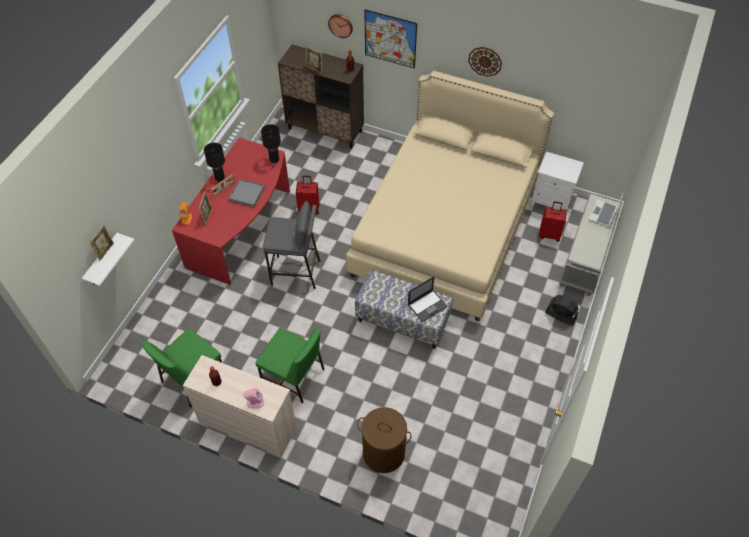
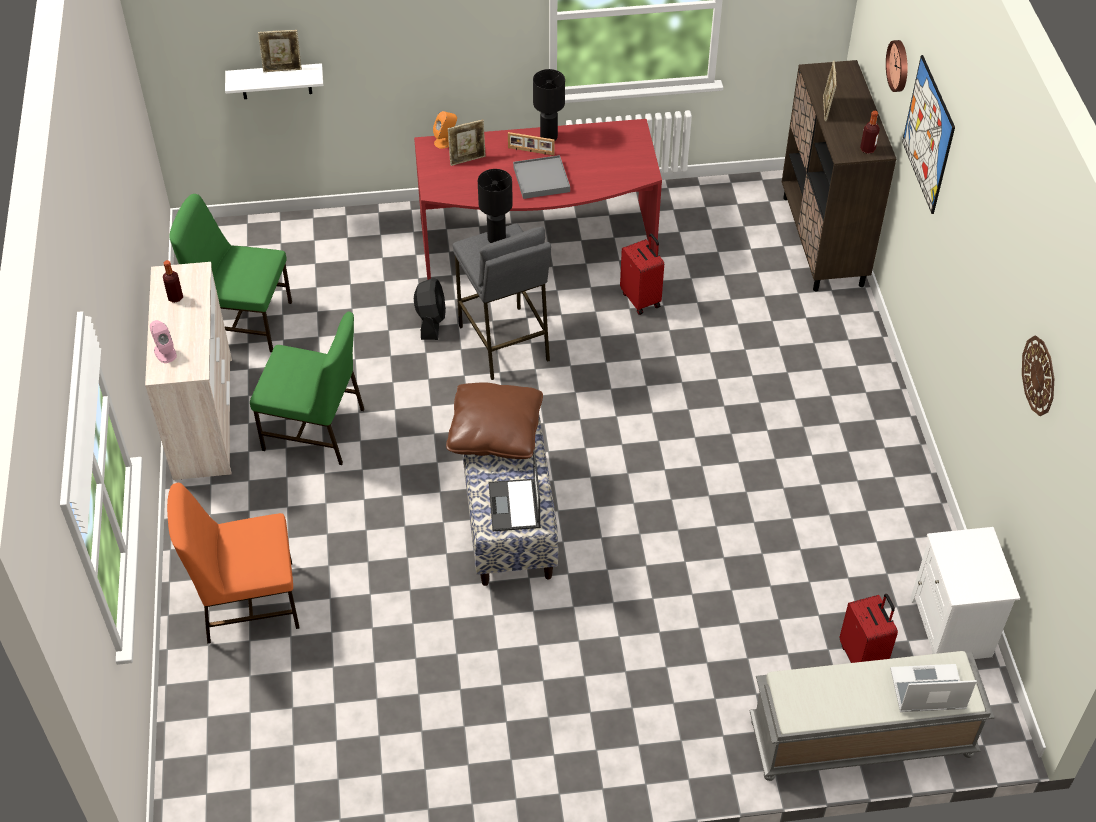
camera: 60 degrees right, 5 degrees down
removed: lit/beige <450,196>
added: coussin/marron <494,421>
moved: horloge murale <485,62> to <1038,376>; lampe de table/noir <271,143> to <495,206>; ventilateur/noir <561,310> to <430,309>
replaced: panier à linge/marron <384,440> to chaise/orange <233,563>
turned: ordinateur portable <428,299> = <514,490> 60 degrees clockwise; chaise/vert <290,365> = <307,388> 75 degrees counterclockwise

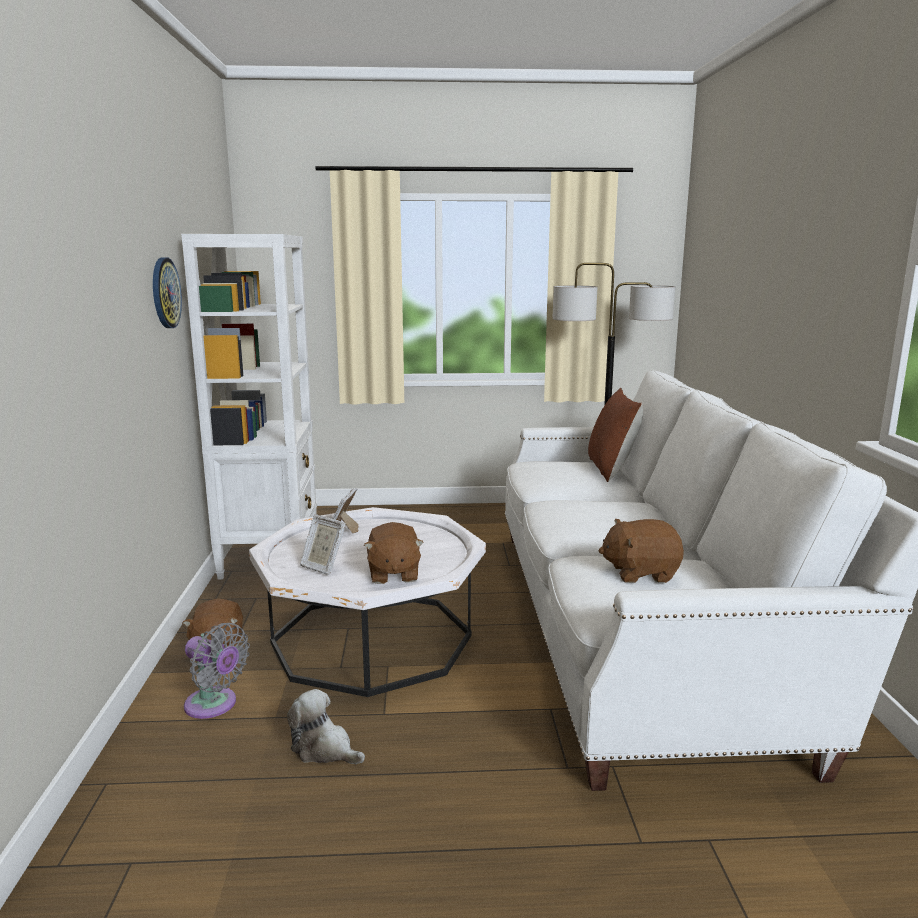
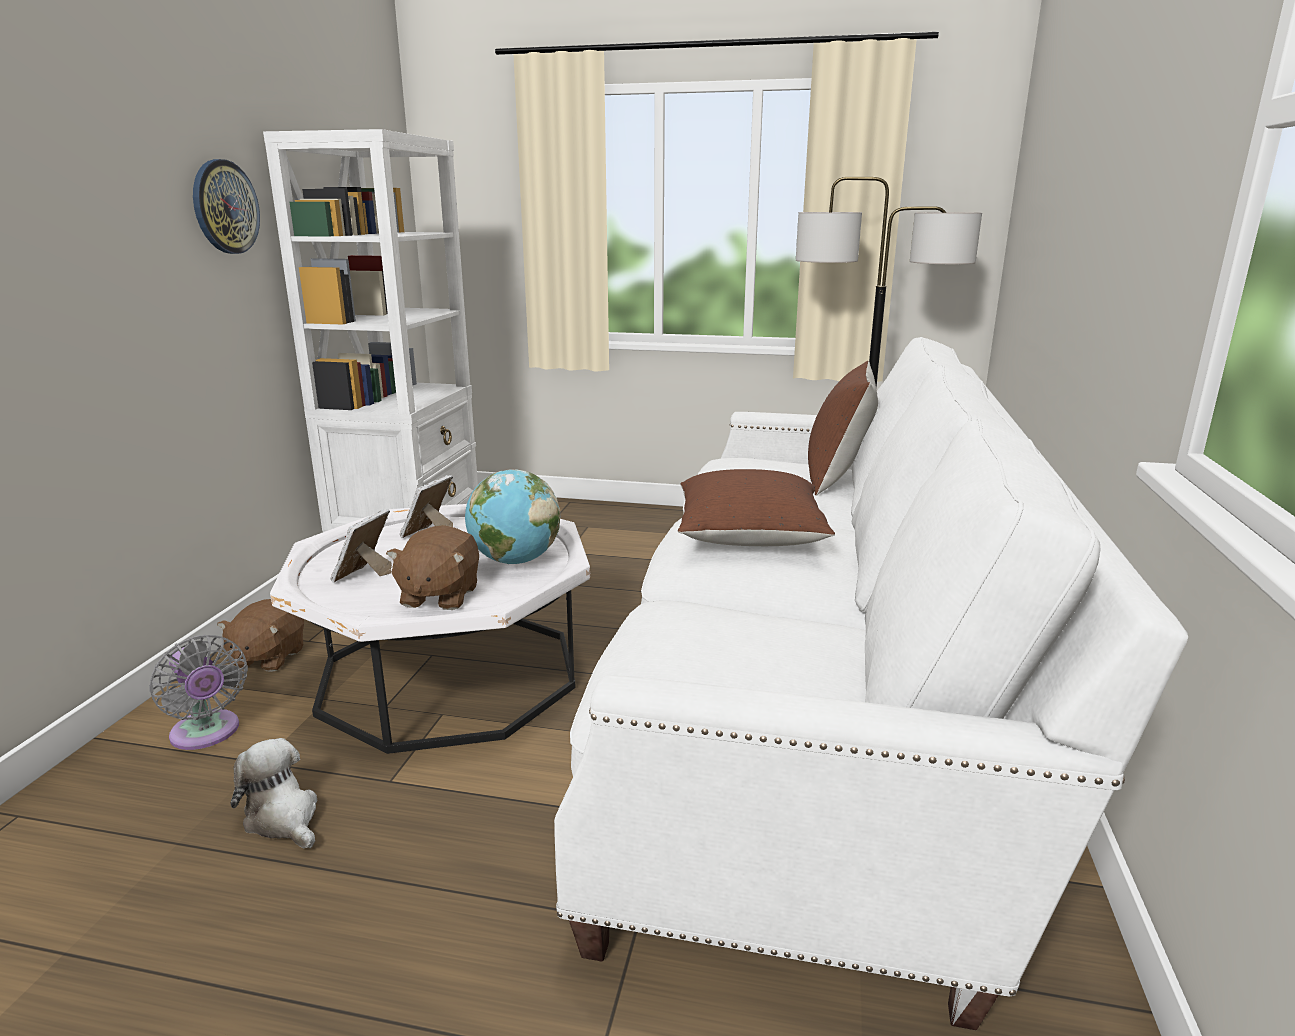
camera: 15 degrees right, 5 degrees up
removed: peluche/marron <641,551>
added: globe <512,516>; coussin/marron <756,507>
turned: cadre photo <323,544> = <361,546> 60 degrees clockwise

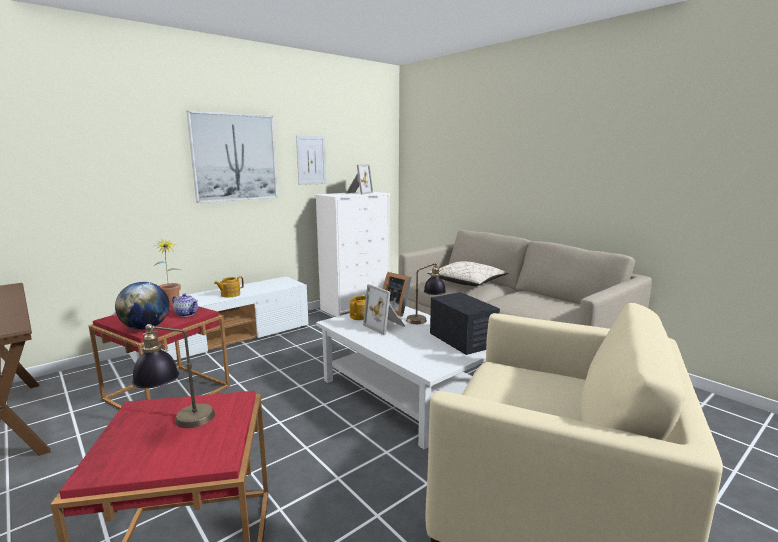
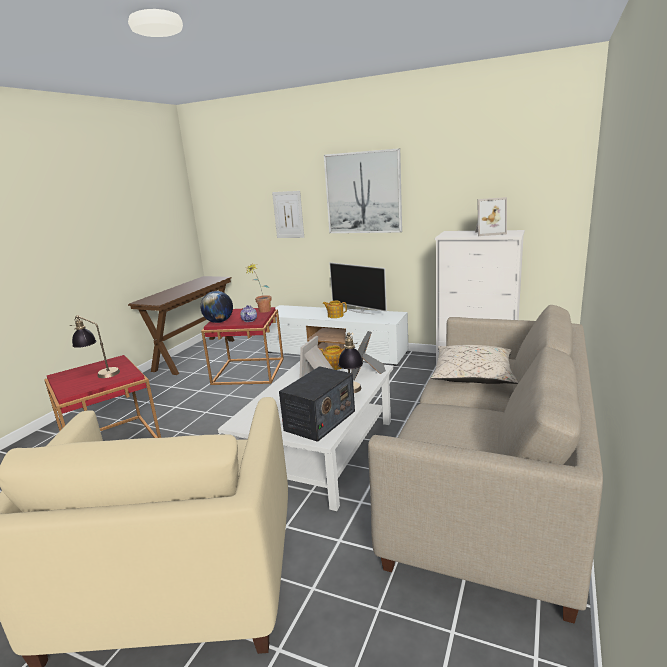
camera: 65 degrees right, 5 degrees up
added: téléviseur <358,288>
moved: tableau <311,160> to <288,214>

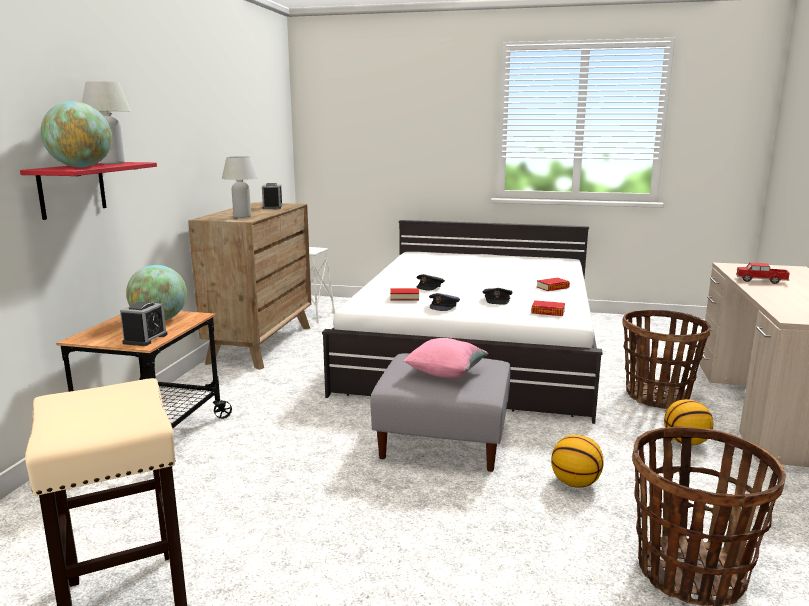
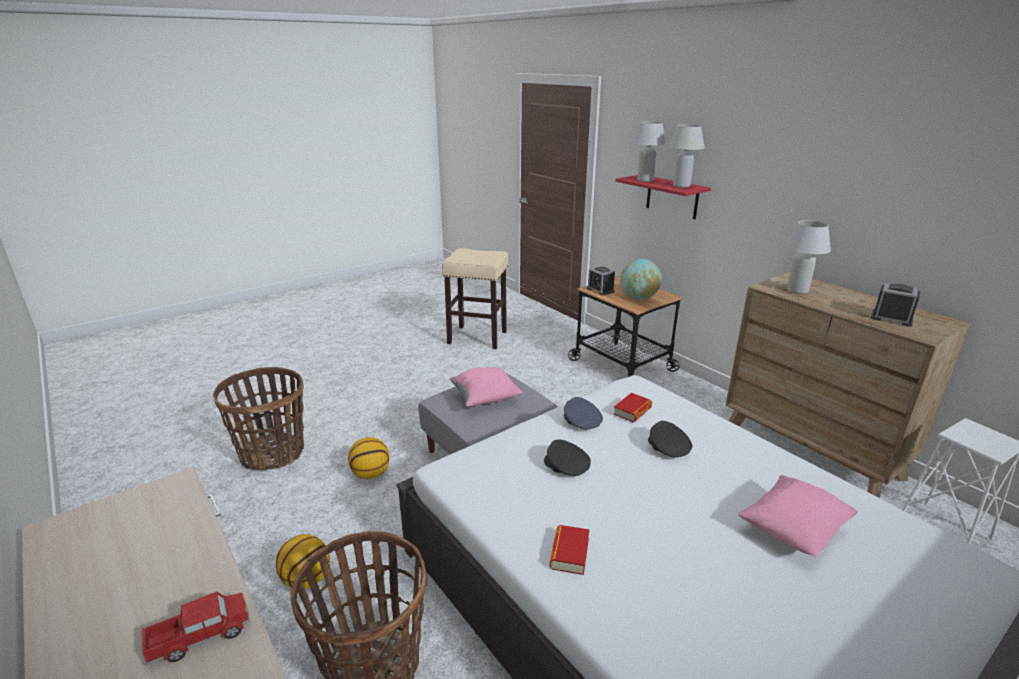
camera: 130 degrees right, 10 degrees up
removed: livre <548,308>
added: coussin/rose <797,516>
replaced: globe <76,134> to lampe de table/blanc <649,151>

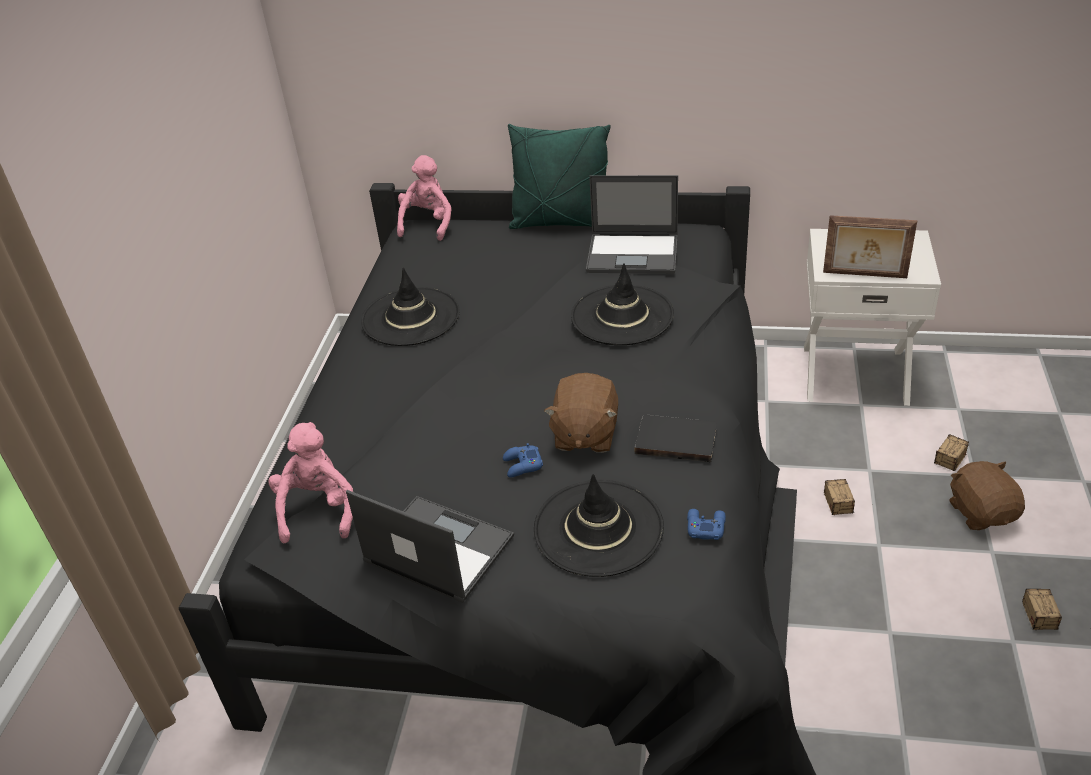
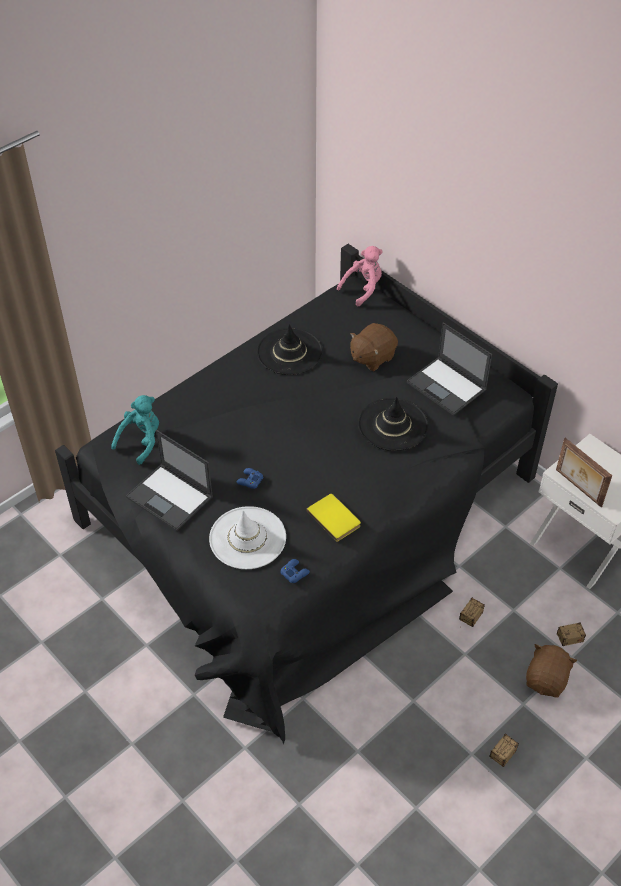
camera: 35 degrees right, 10 degrees up
removed: coussin/vert <559,176>
moved: peluche/marron <581,413> to <374,347>
recoloured: livre/noir <676,438> to livre/jaune <333,518>; peluche/rose <310,482> to peluche/turquoise <135,430>; chapeau/noir <599,525> to chapeau/blanc <247,537>
turned: ordinateur portable <430,546> = <169,480> 150 degrees clockwise

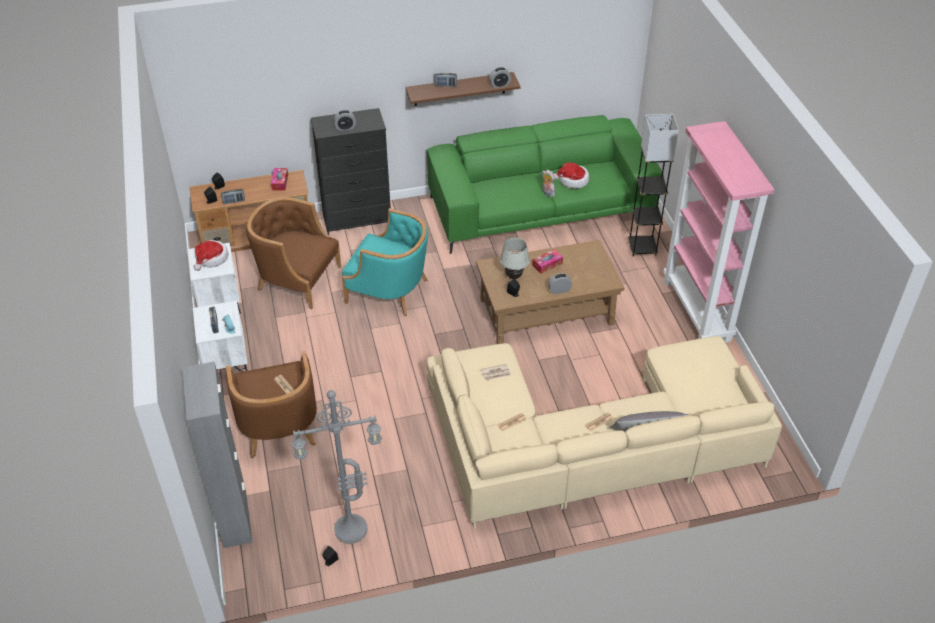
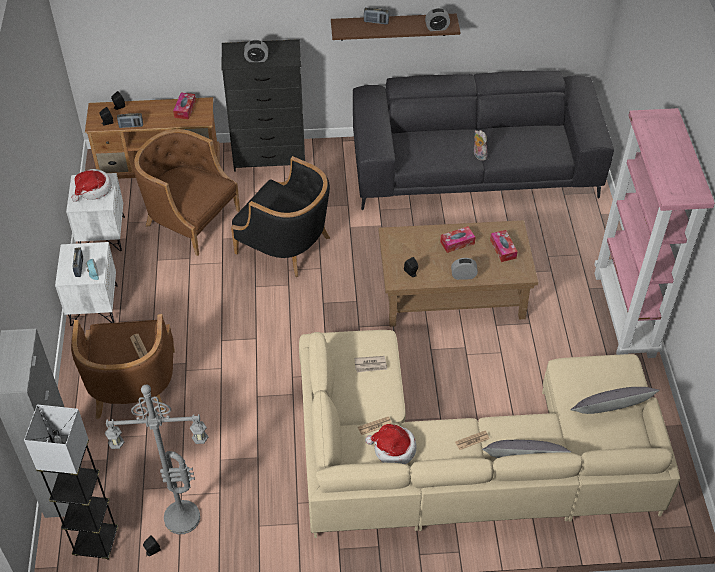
camera: 10 degrees right, 5 degrees up
removed: lampe de table/blanc <515,258>
added: boîte à mouchoirs <504,246>; coussin/gris <615,400>
moved: lampadaire/gris <653,185> to <71,482>; chapeau <571,175> to <391,444>
recoloured: canapé/vert <545,184> to canapé/gris <483,140>; fauteuil/turquoise <385,262> to fauteuil/noir <280,216>

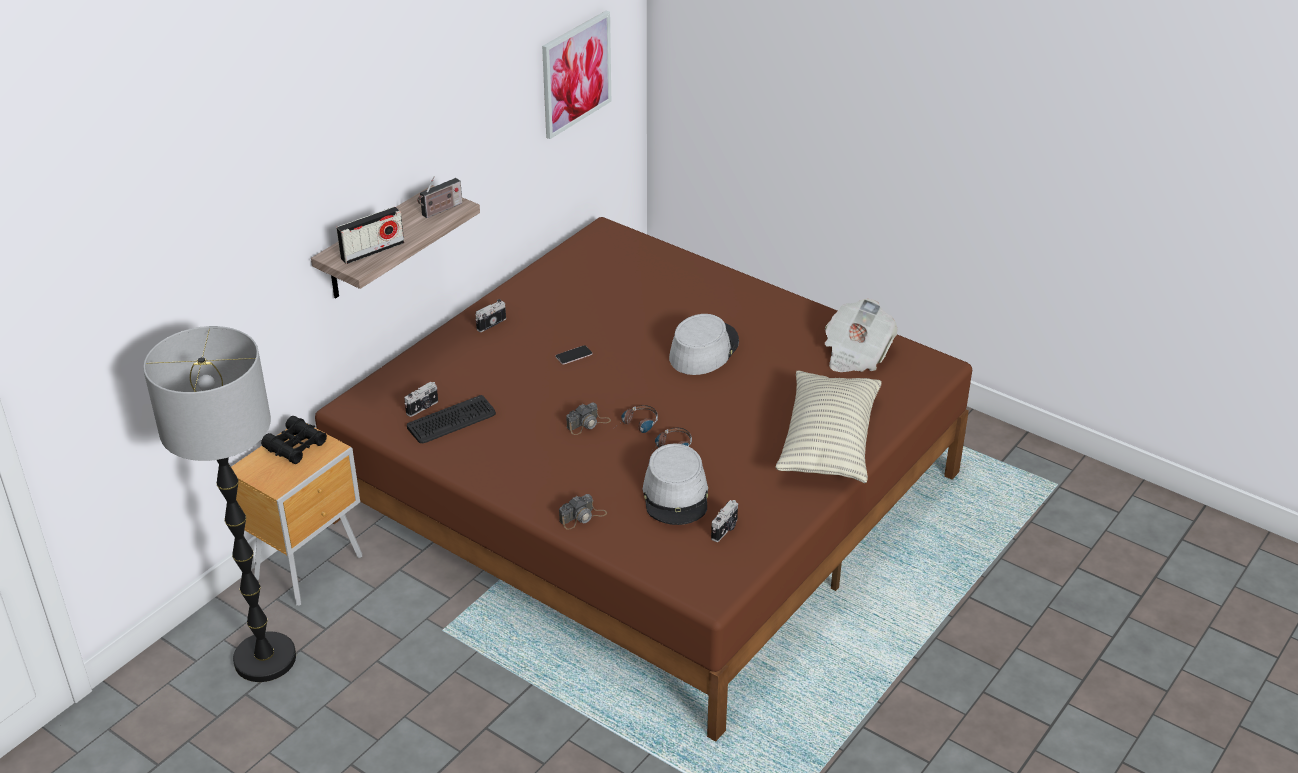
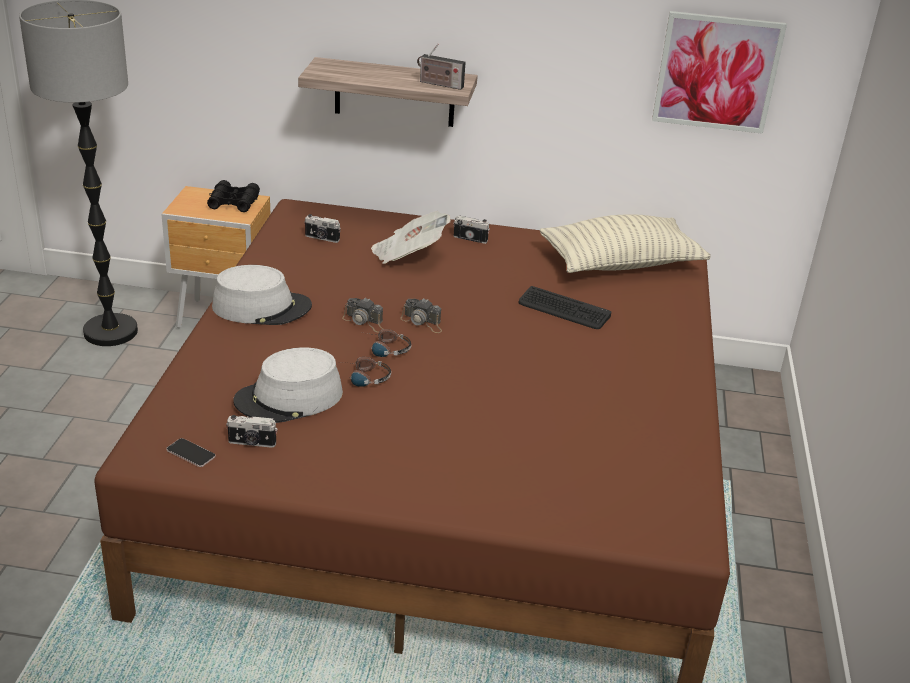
camera: 60 degrees right, 5 degrees down
removed: radio <370,235>
moved: journal <861,335> to <411,237>; chapeau/gris <704,344> to <262,295>; téléphone <573,354> to <191,452>; coussin <828,427> to <625,244>; clavier <451,419> to <565,307>; appareil photo <583,512> to <421,316>

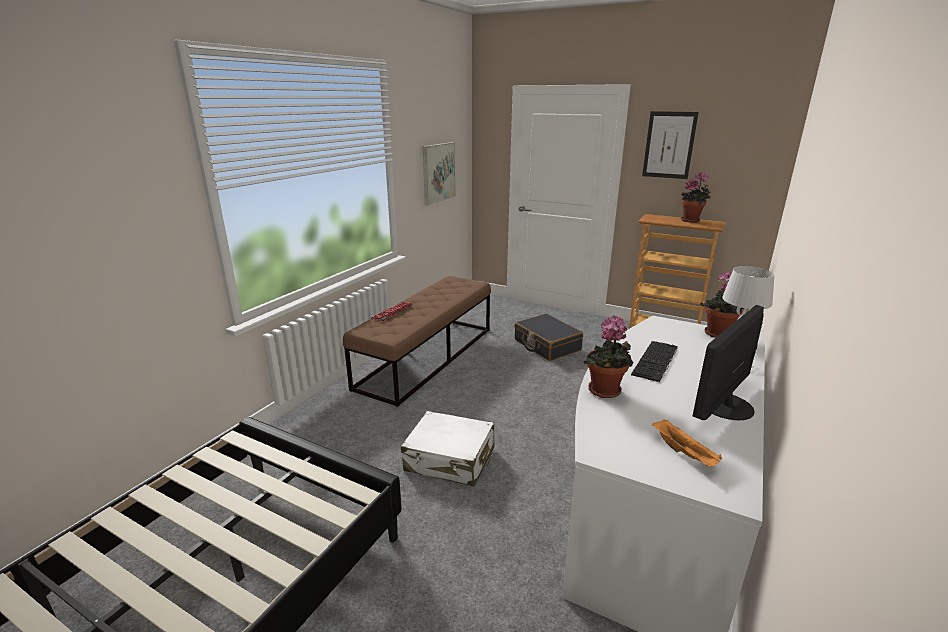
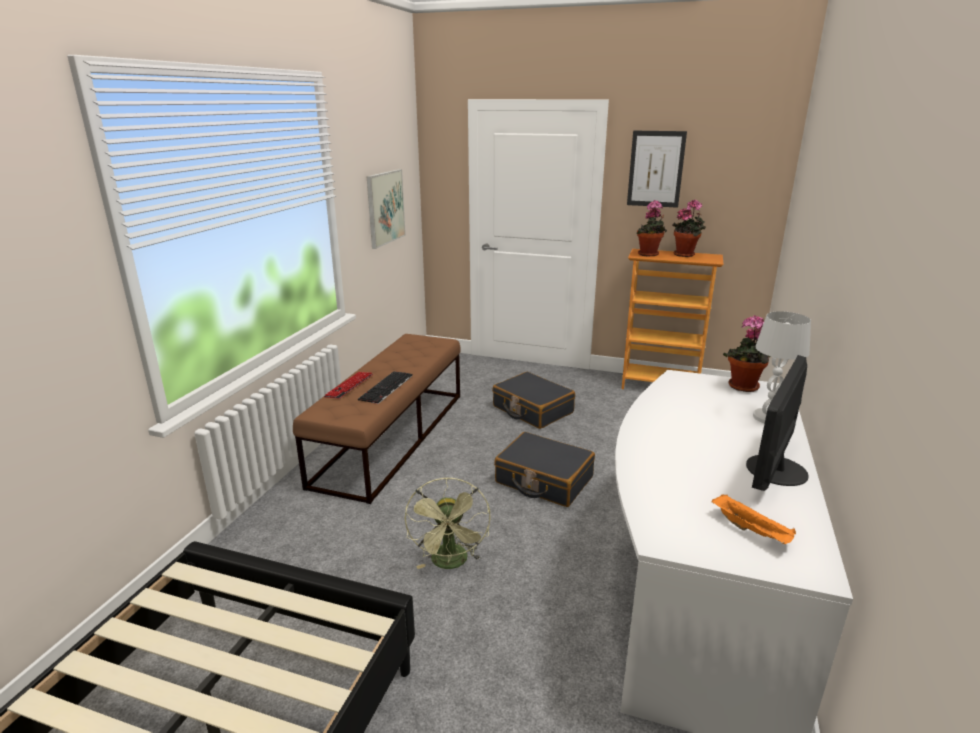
camera: 10 degrees left, 0 degrees up
added: valise/noir <544,469>
moved: plante en pot <608,356> to <651,228>; clavier <654,362> to <385,387>
replaced: valise/blanc <448,449> to ventilateur/vert <448,523>

